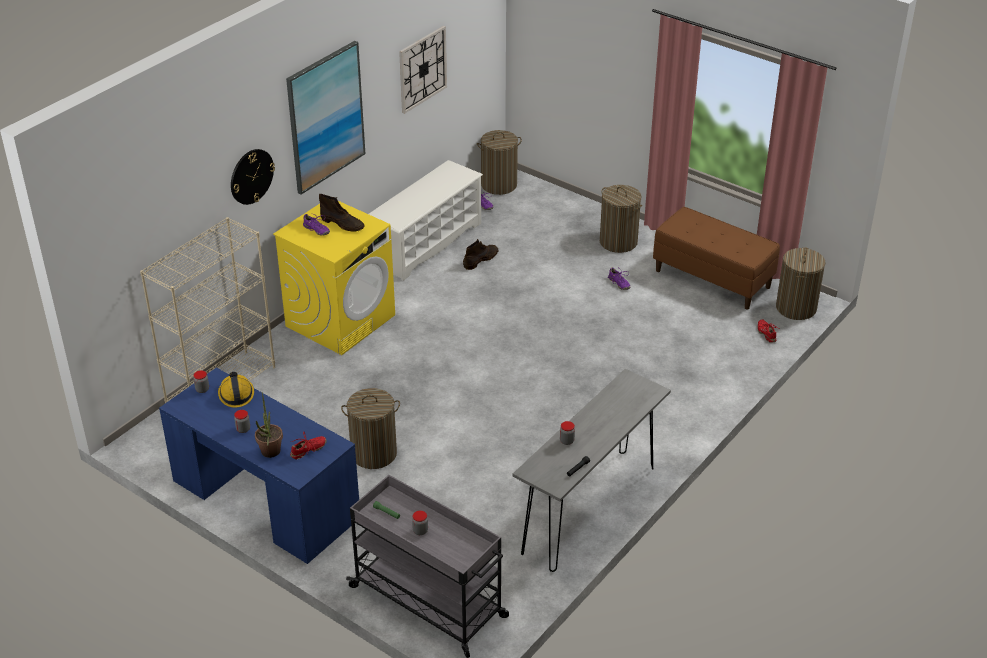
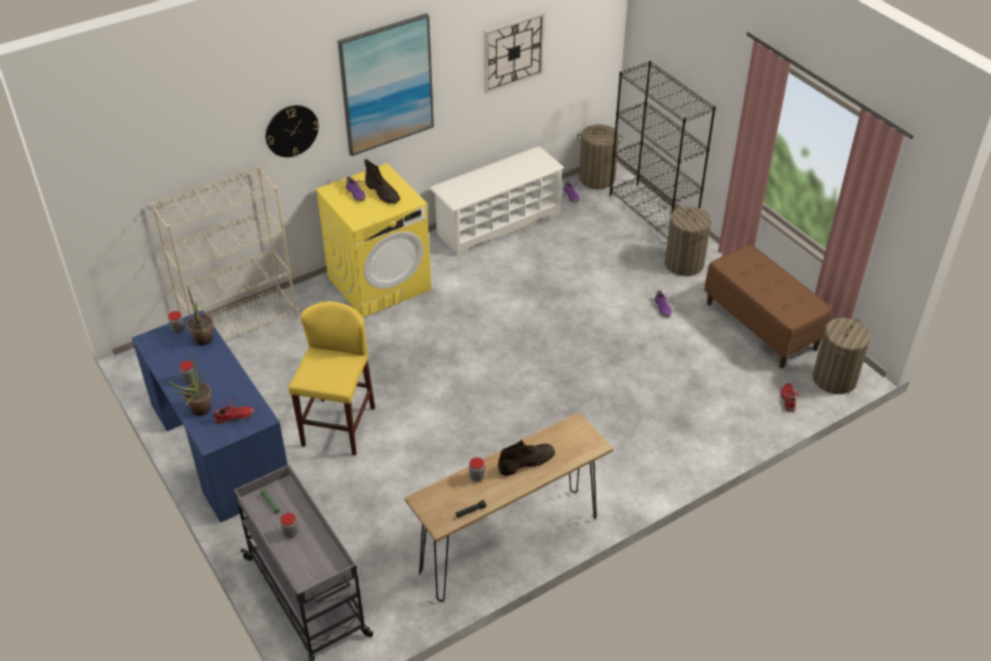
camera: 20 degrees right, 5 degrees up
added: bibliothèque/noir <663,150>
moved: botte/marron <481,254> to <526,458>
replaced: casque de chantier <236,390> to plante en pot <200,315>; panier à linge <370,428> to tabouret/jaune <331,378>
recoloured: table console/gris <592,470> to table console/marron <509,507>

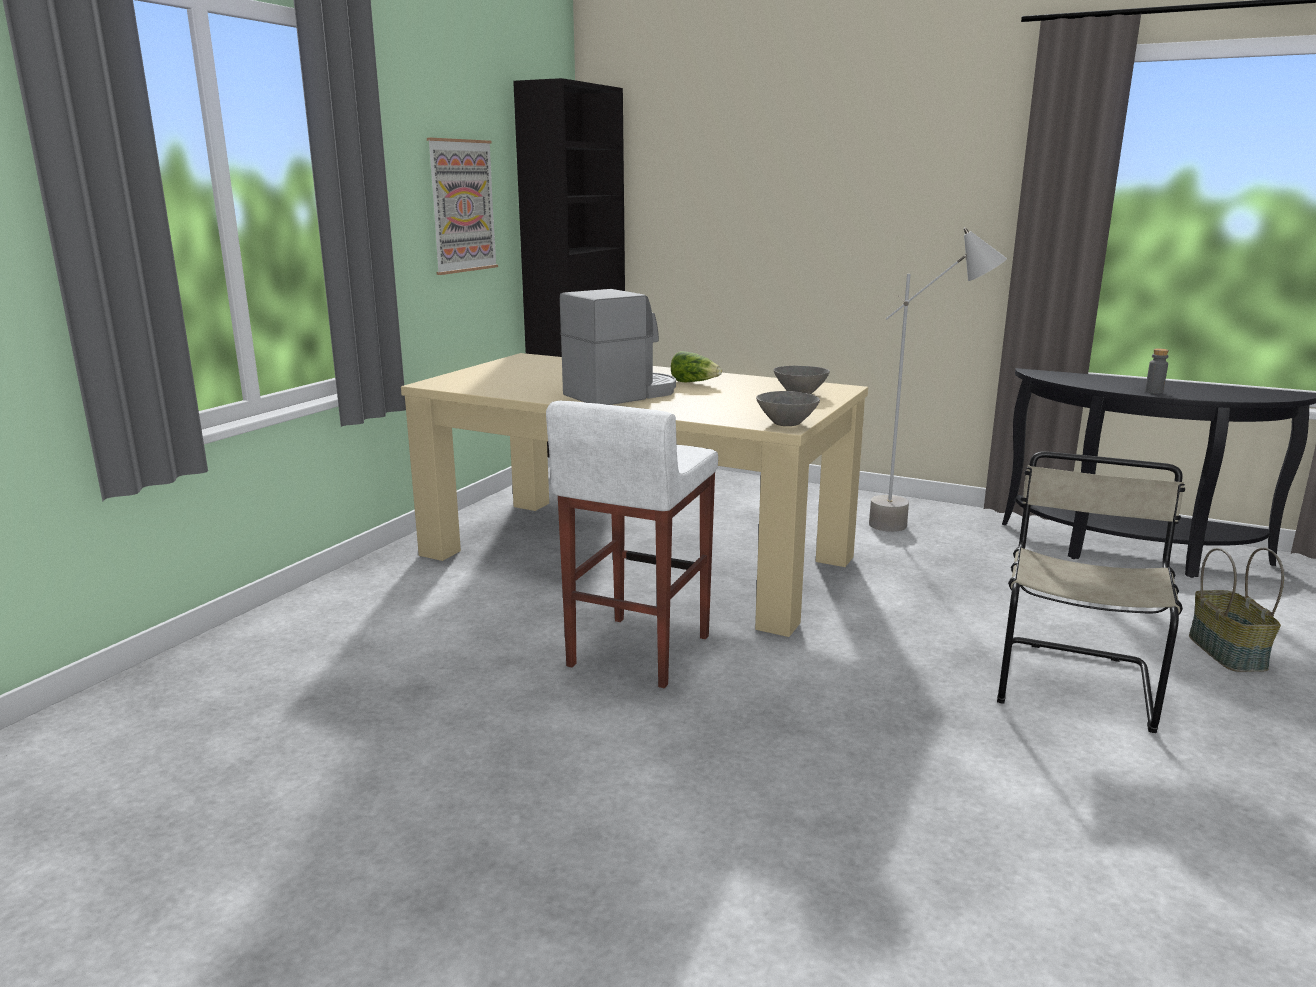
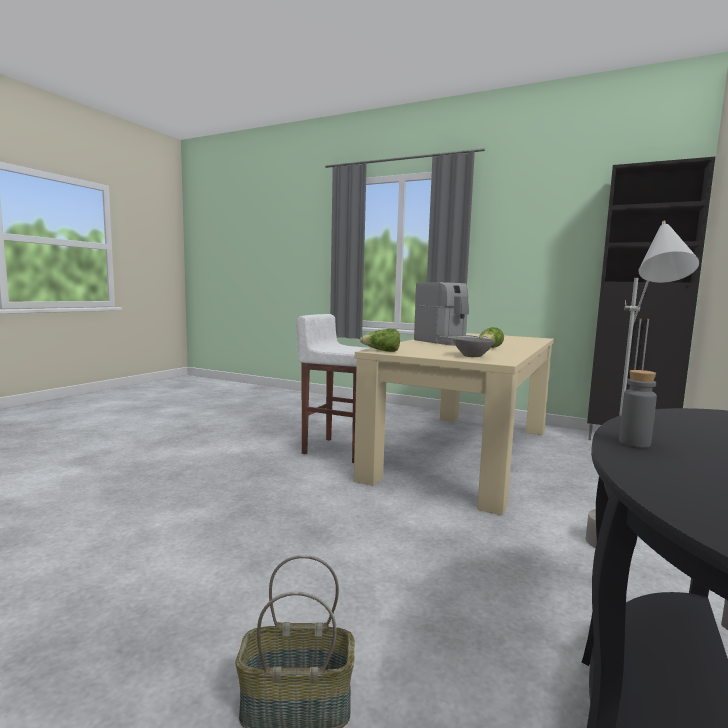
camera: 90 degrees right, 10 degrees down
removed: tableau <462,206>; chaise/beige <1091,592>
replaced: bol/gris <788,408> to laitue <380,340>

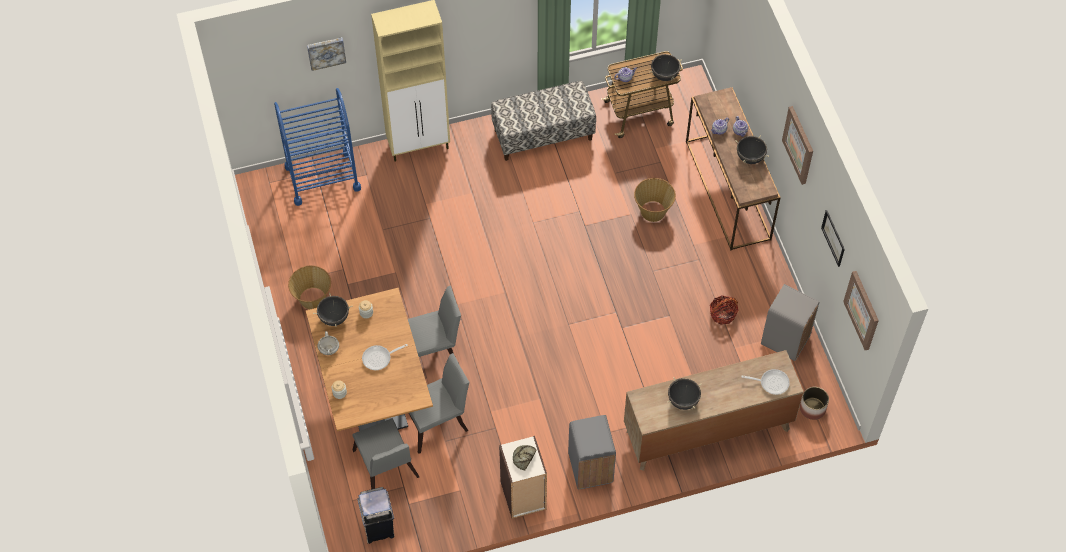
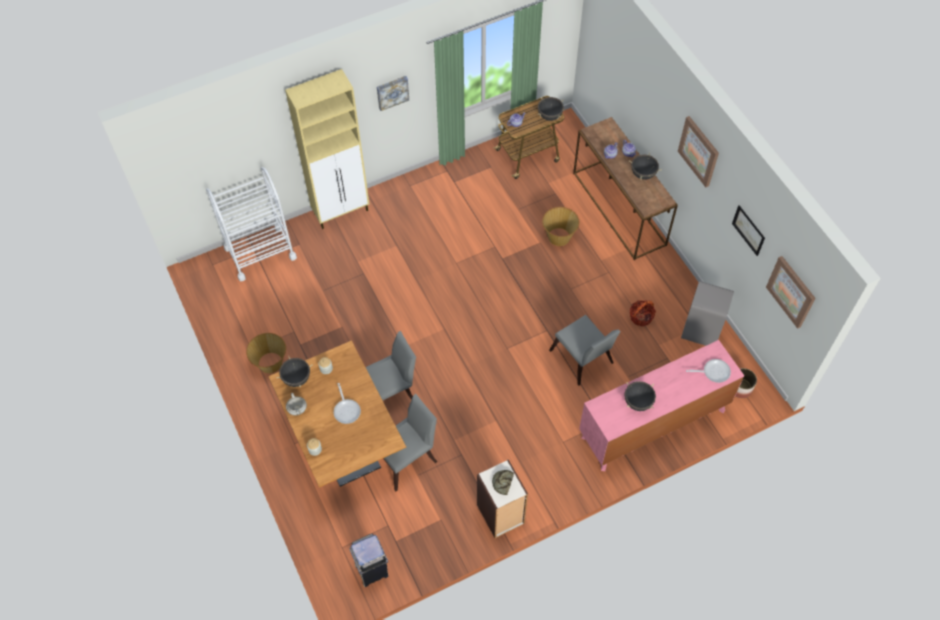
camera: 10 degrees left, 0 degrees up
removed: banc <543,121>; poubelle/gris <592,452>
moved: tableau <326,54> to <393,93>; chaise/gris <385,453> to <585,350>
recoloured: chariot/bleu <317,147> to chariot/blanc <251,224>; commode/marron <714,410> to commode/rose <661,405>
turned: poêle <385,357> = <347,403> 75 degrees counterclockwise

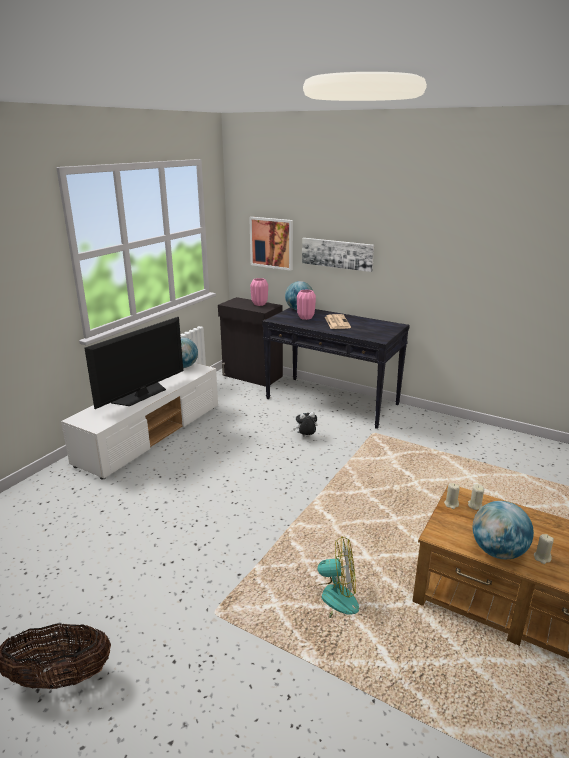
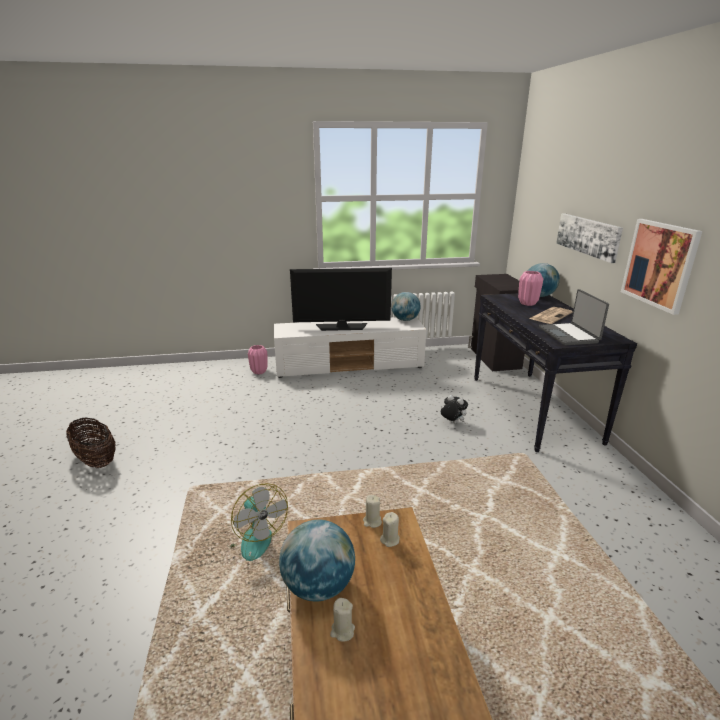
camera: 50 degrees right, 0 degrees up
added: ordinateur portable <574,317>
moved: tableau <271,244> to <662,267>; vase/rose <259,292> to <258,360>

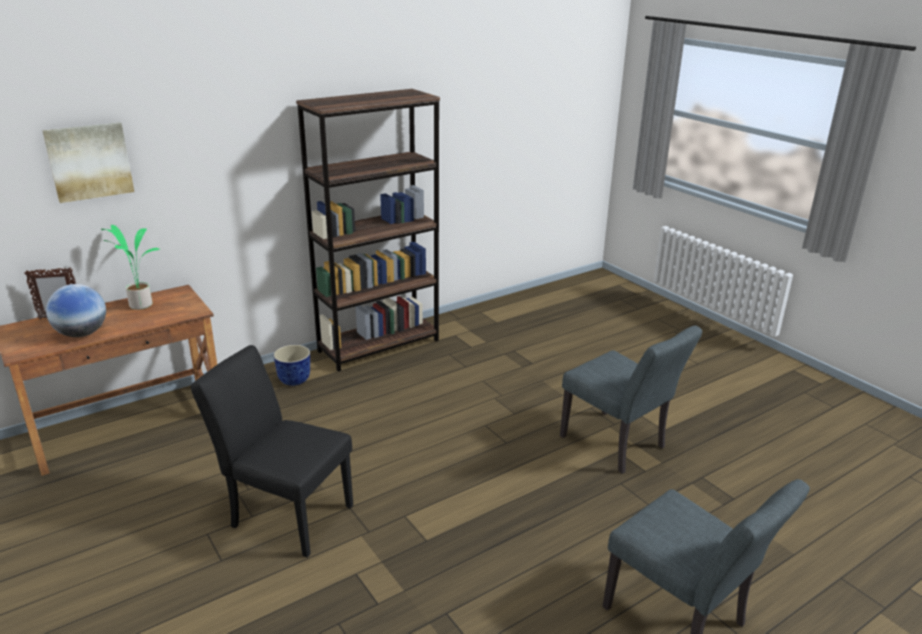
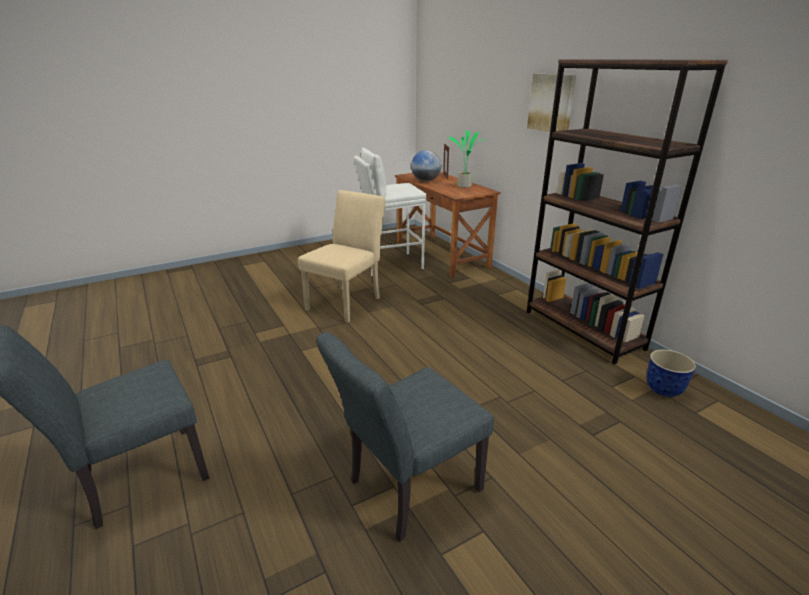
camera: 95 degrees right, 0 degrees up
added: tabouret/blanc <390,212>
moved: tableau <88,162> to <551,103>; cache-pot <291,365> to <671,373>
recoloured: chaise/noir <272,451> to chaise/beige <341,256>

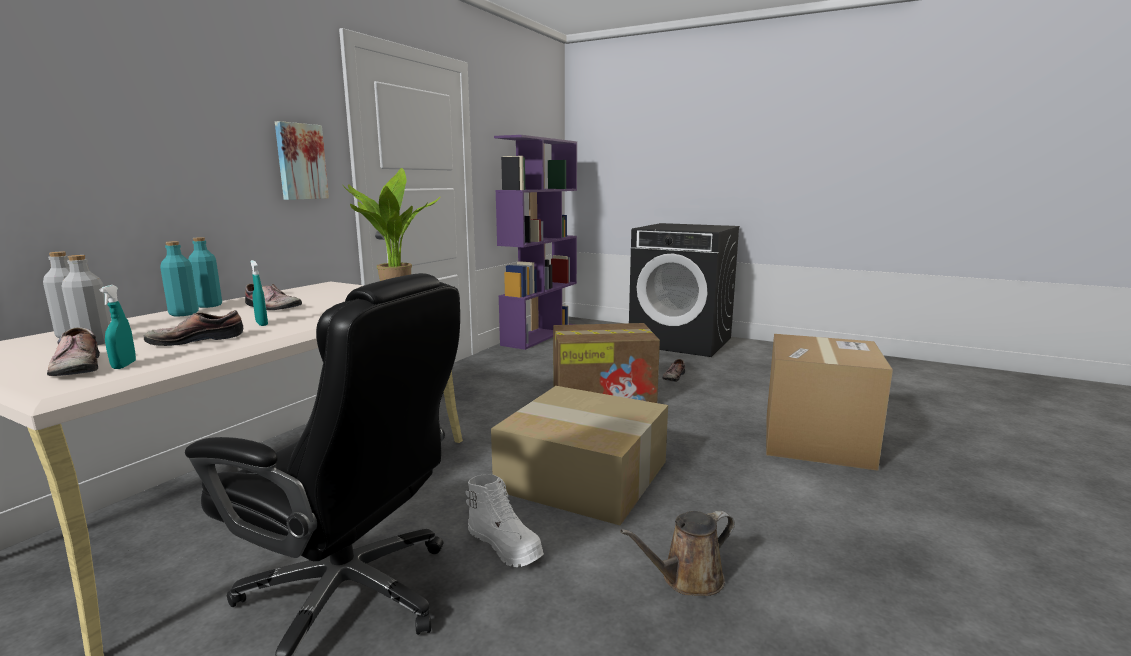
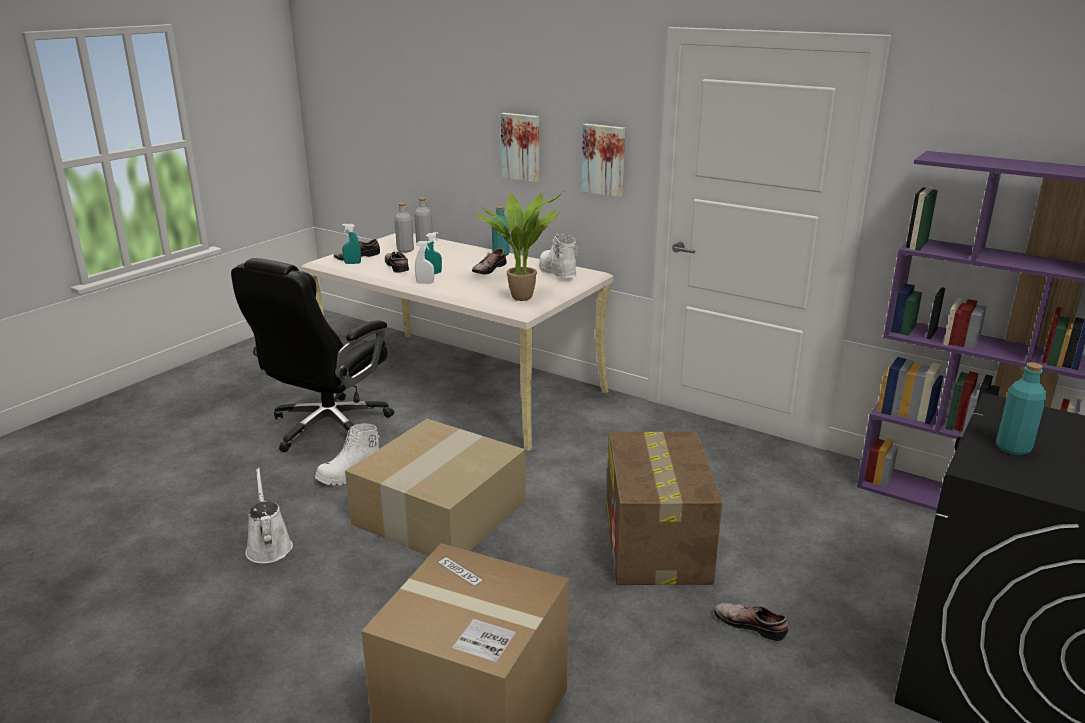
camera: 95 degrees right, 10 degrees up
added: tableau <520,147>; botte/blanc <558,256>; vaporisateur/blanc <424,262>
moved: bouteille/turquoise <179,279> to <1021,408>
recoloured: arrosoir/marron <677,553> to arrosoir/blanc <269,515>

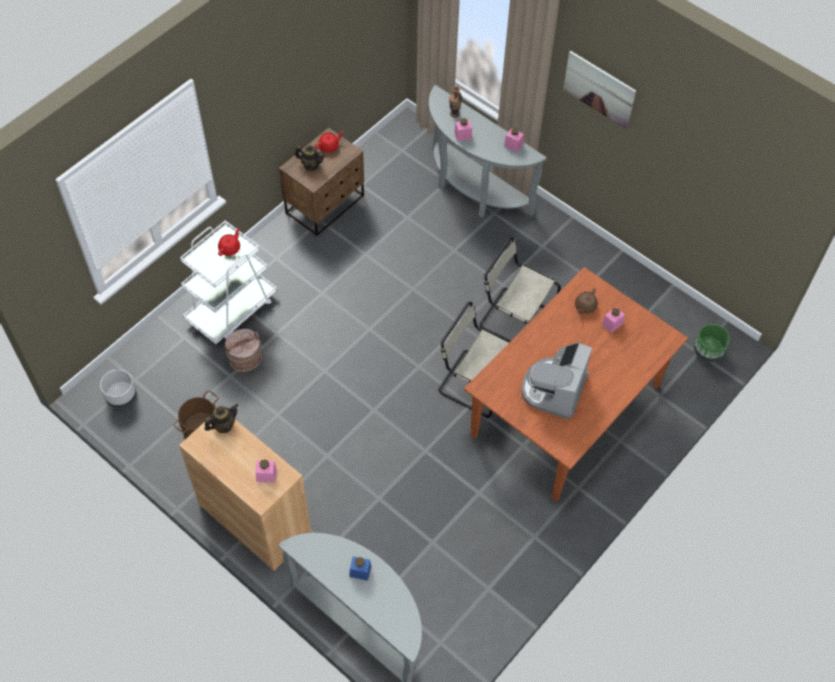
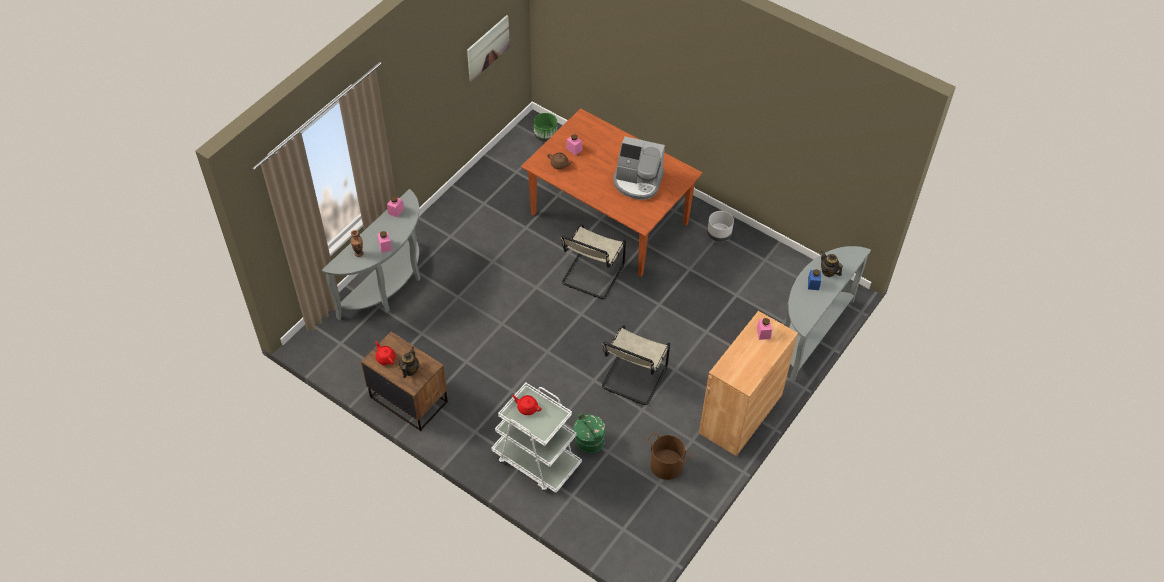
camera: 95 degrees left, 5 degrees down
moved: tableau <599,90> to <488,48>; chaise/beige <520,289> to <636,365>; cache-pot/gris <118,389> to <720,226>; théière <221,418> to <832,264>
recoloured: seau/marron <243,350> to seau/vert <589,433>

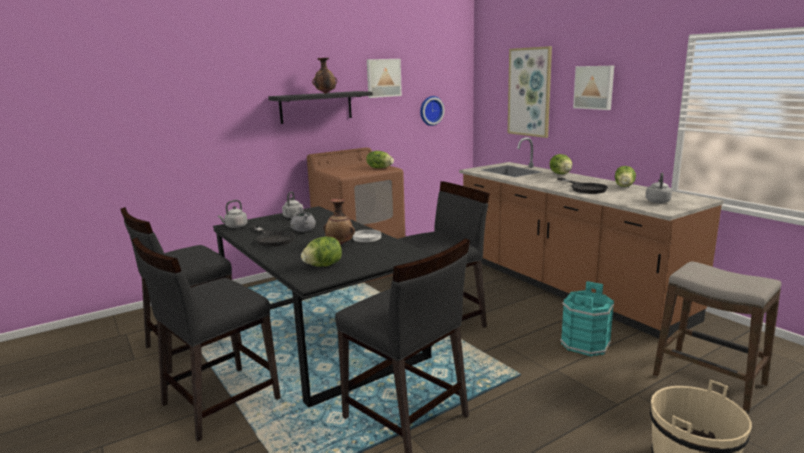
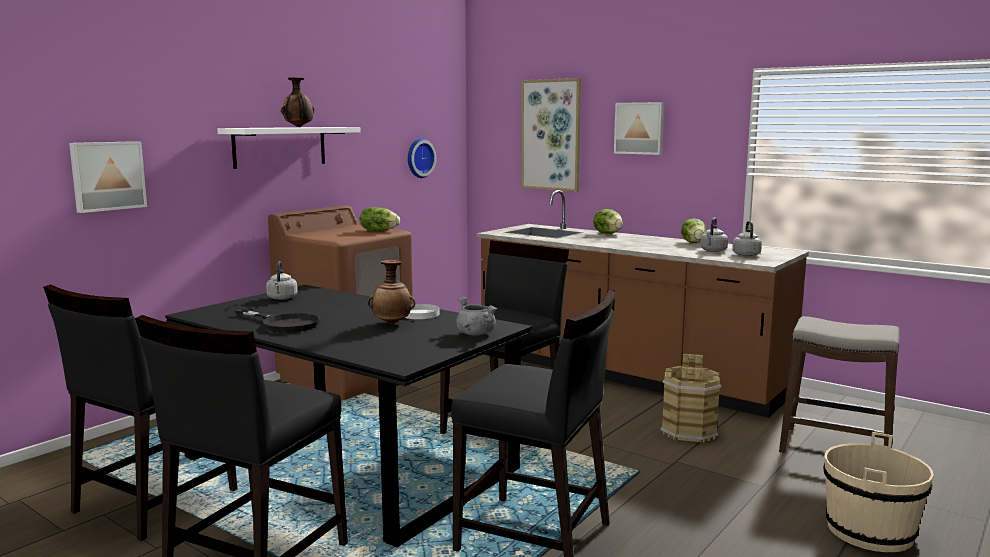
camera: 20 degrees left, 5 degrees down
removed: poêle/noir <582,185>; laitue <321,252>
moved: tableau <384,78> to <108,177>; bouilloire/gris <232,214> to <714,235>; marmite/gris <303,219> to <477,316>
recoloured: étagère/noir <320,107> to étagère/blanc <289,148>; seau/turquoise <587,318> to seau/marron <691,398>

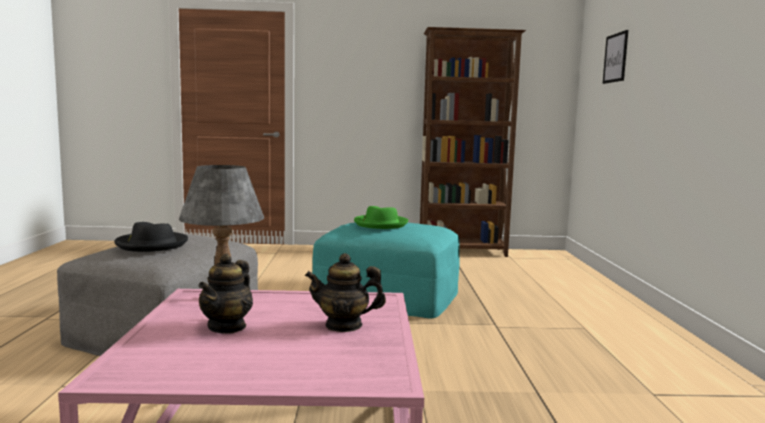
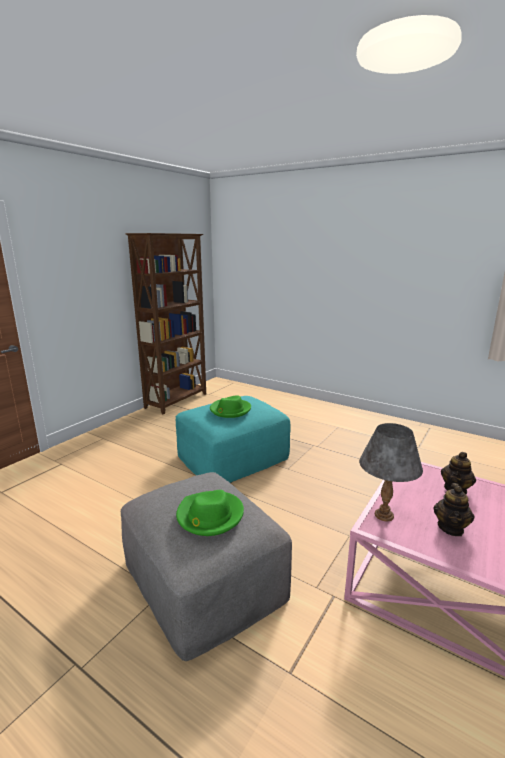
camera: 55 degrees left, 10 degrees up
removed: tableau <615,57>
recoloured: chapeau/noir <151,237> to chapeau/vert <210,513>
turned: théière <226,293> = <453,509> 60 degrees clockwise

